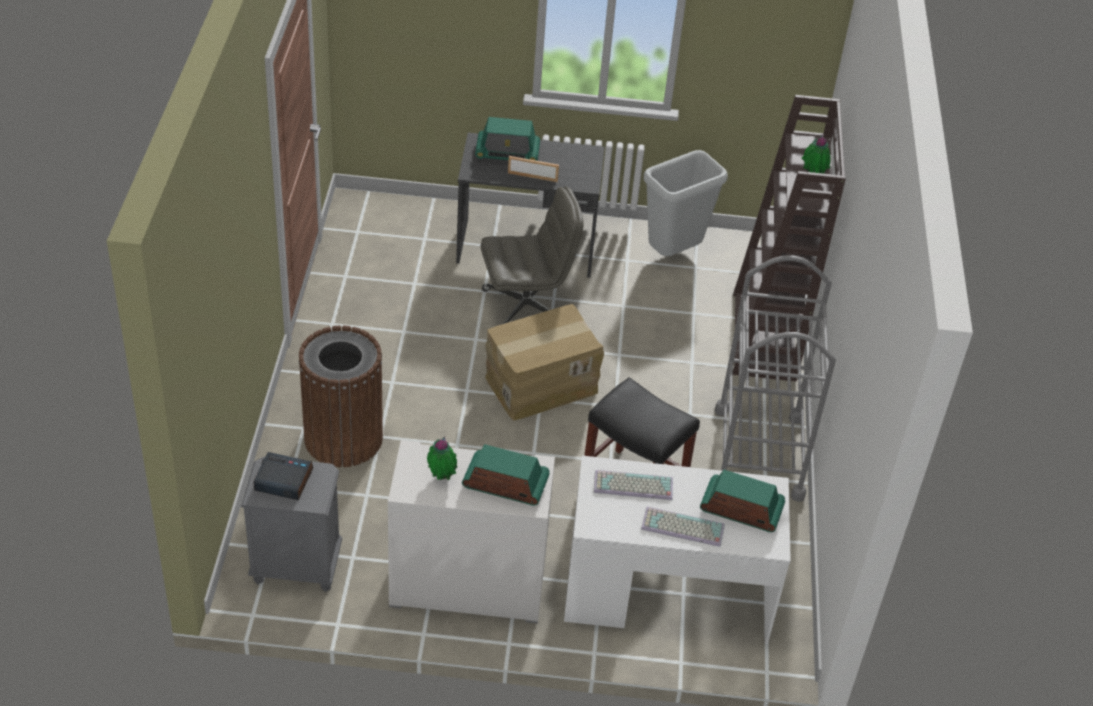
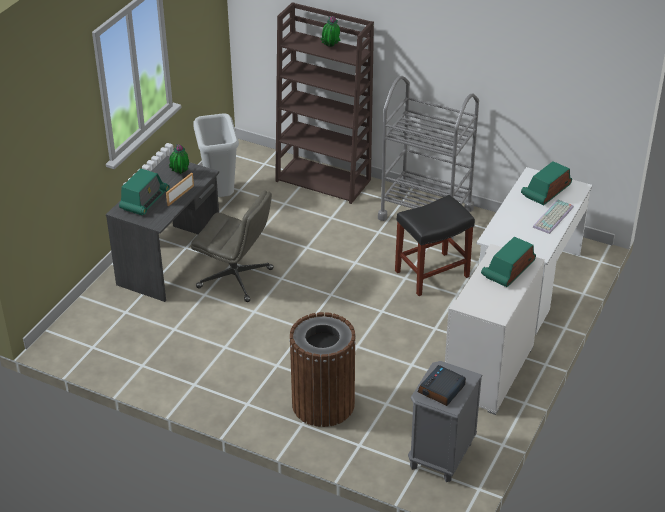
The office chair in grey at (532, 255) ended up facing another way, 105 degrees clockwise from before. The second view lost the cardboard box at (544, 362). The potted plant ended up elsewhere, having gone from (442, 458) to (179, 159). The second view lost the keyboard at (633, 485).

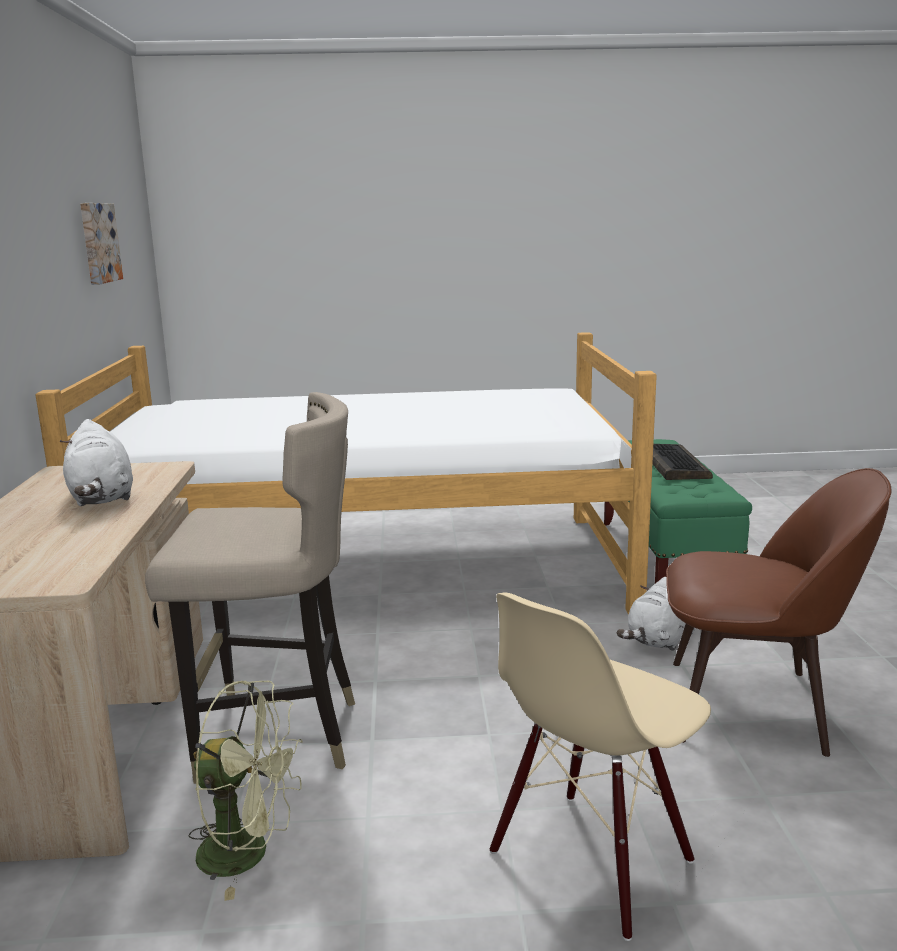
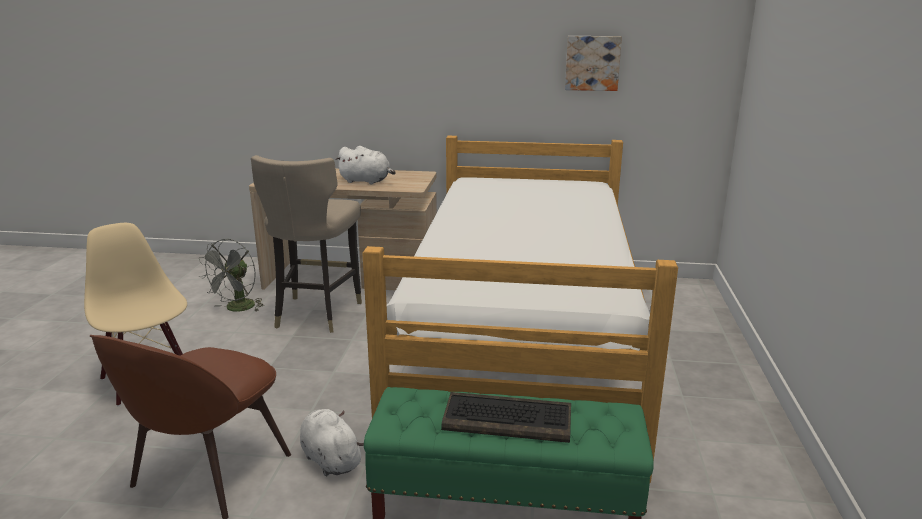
The plush toy in white at (96, 462) ended up facing another way, 150 degrees counterclockwise from before. What was the fan in green at (245, 791) turned into the fan in grey at (231, 275).

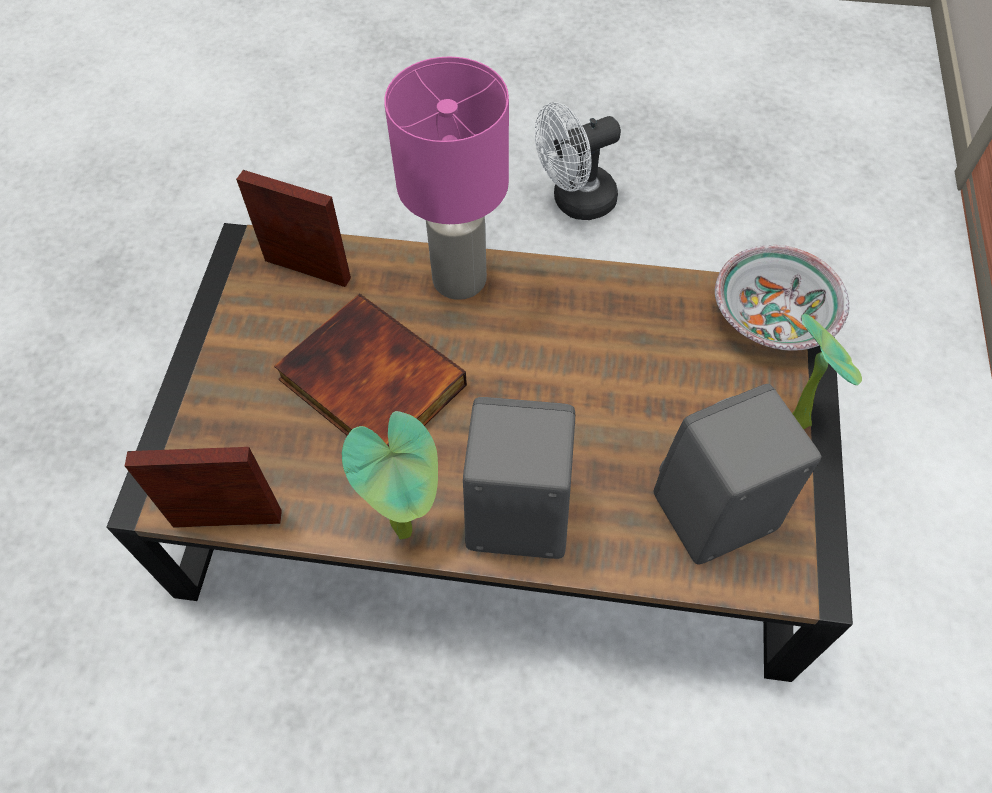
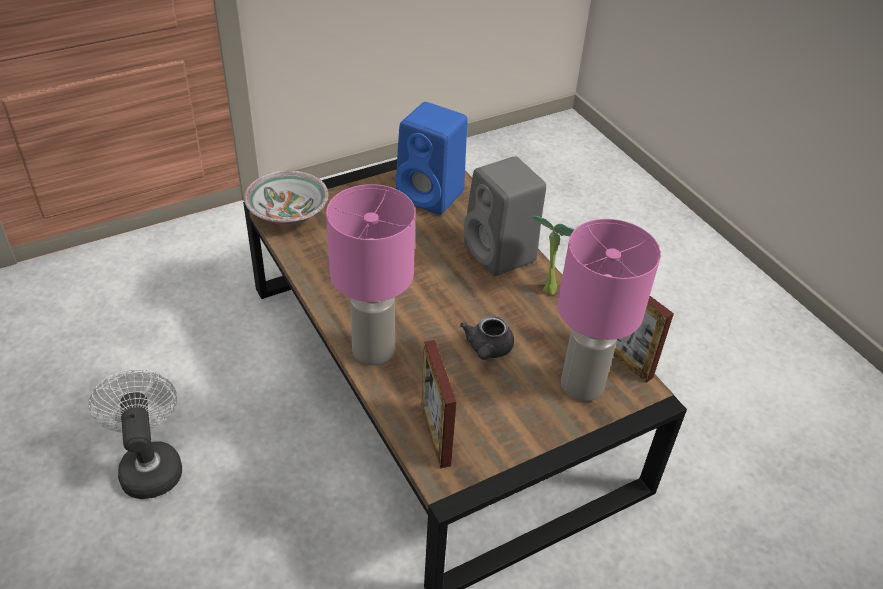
The fan in white at (578, 161) ended up facing another way, 135 degrees counterclockwise from before. Where the book stood at (370, 370), the teapot in grey came to stand at (487, 337). The second view lost the potted plant at (827, 371). What was the speaker in grey at (738, 474) turned into the speaker in blue at (431, 158). The second view gained the table lamp in pink at (609, 310).

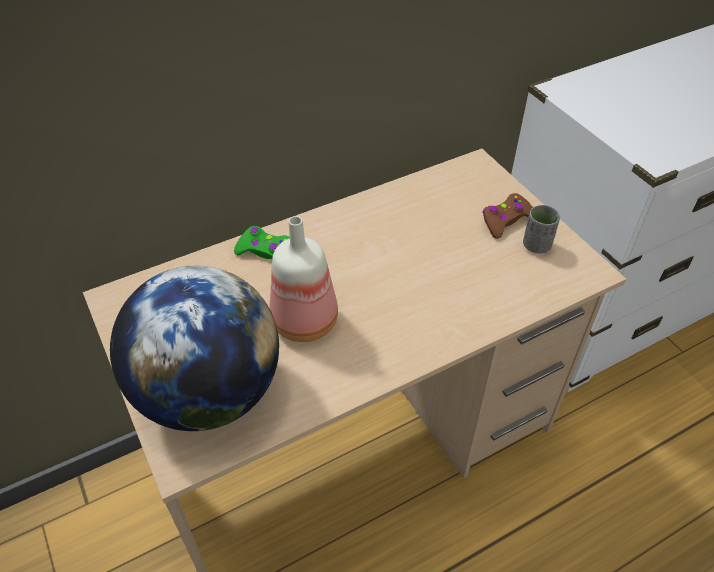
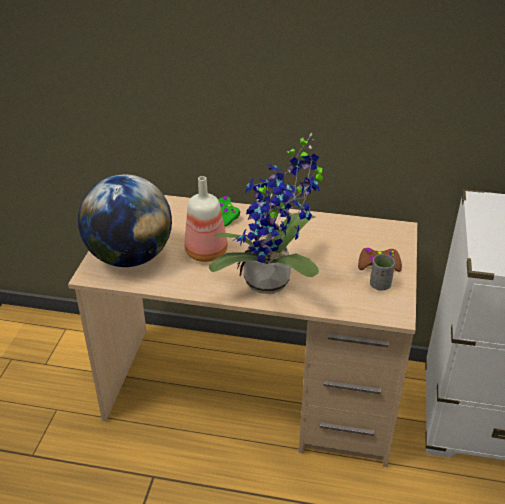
The second view gained the potted plant at (266, 213).

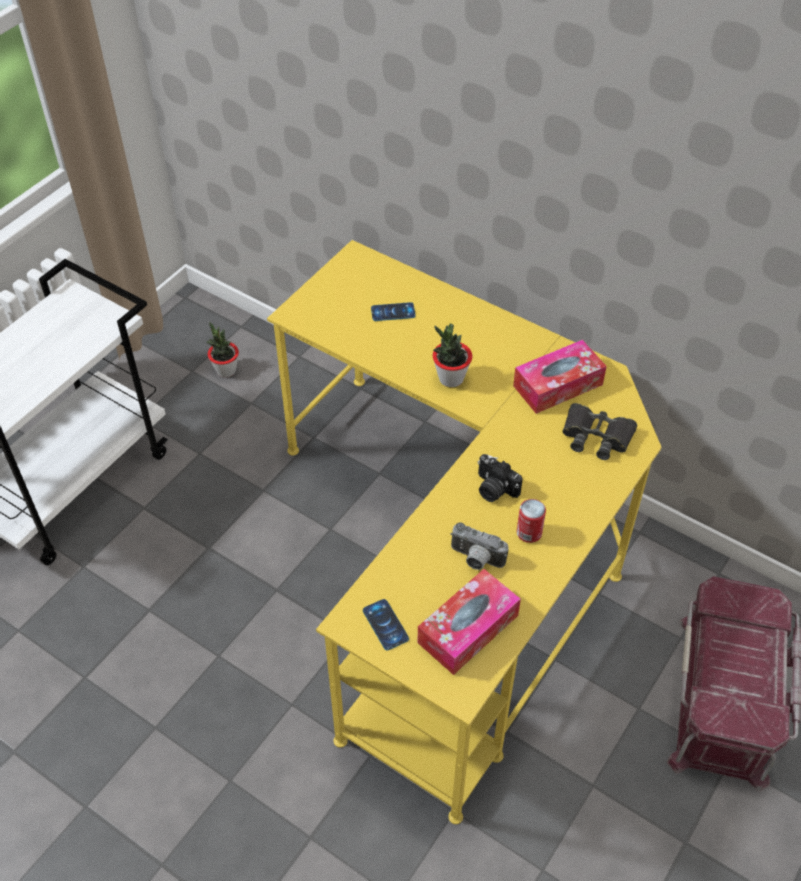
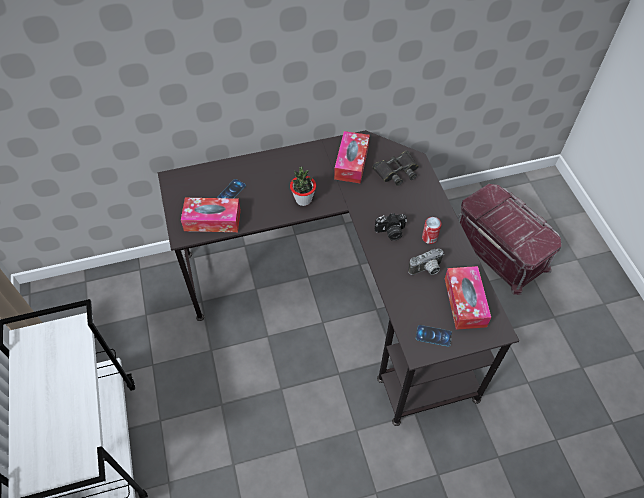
What was the desk in yellow at (464, 532) turned into the desk in black at (338, 278). The second view lost the potted plant at (222, 350). The second view gained the tissue box at (211, 215).

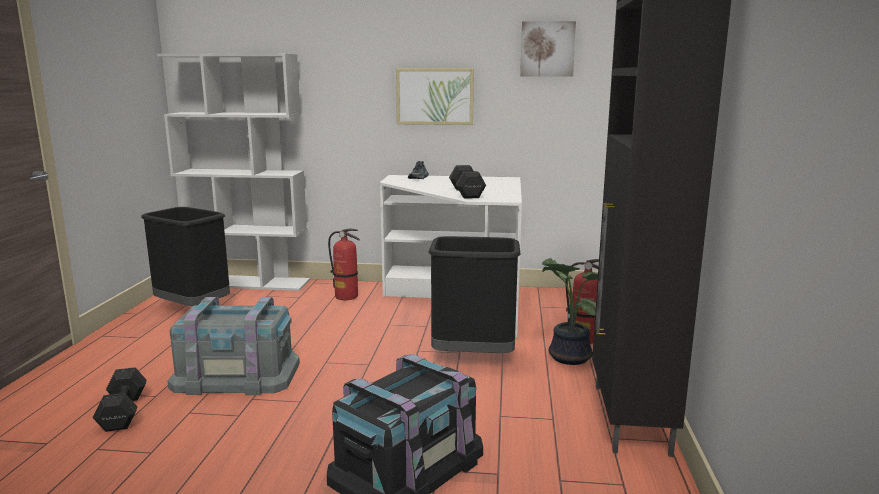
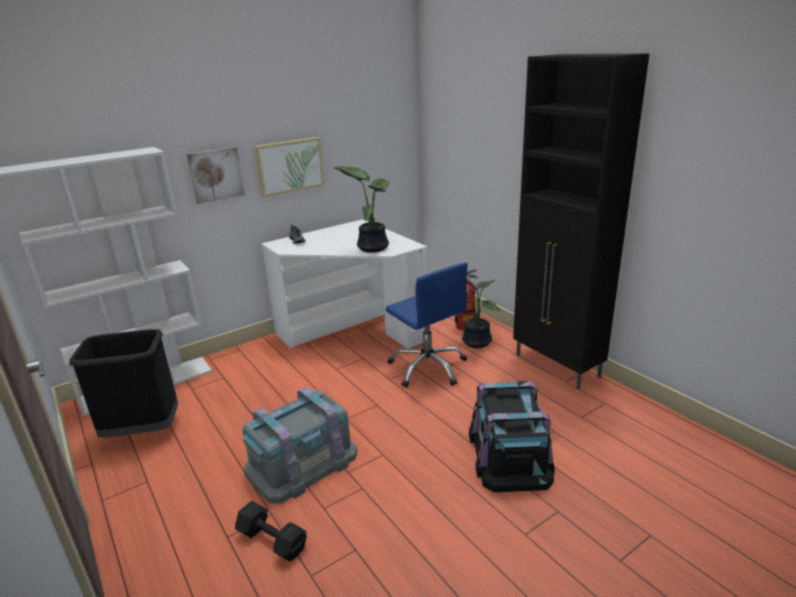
The picture ended up elsewhere, having gone from (548, 49) to (216, 175). Where the dumbbell in black stood at (467, 182), the potted plant came to stand at (362, 209). The second view lost the fire extinguisher at (344, 264). Where the trash can in black stood at (474, 294), the office chair in blue came to stand at (426, 325).

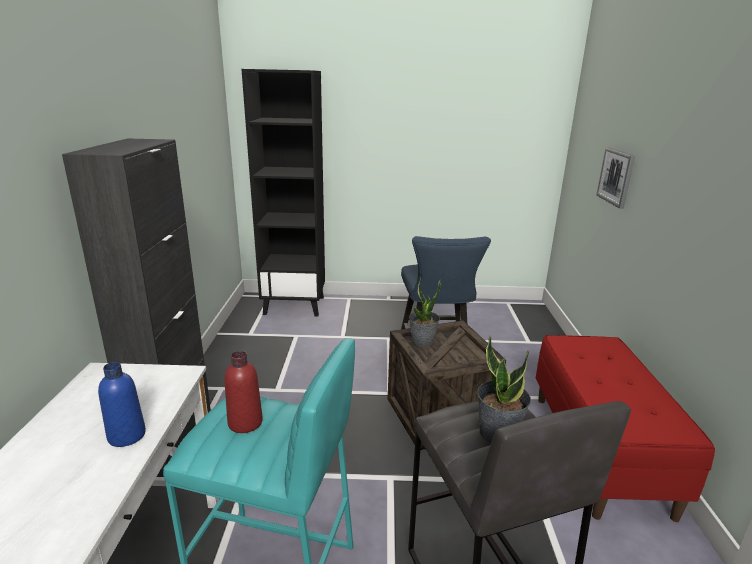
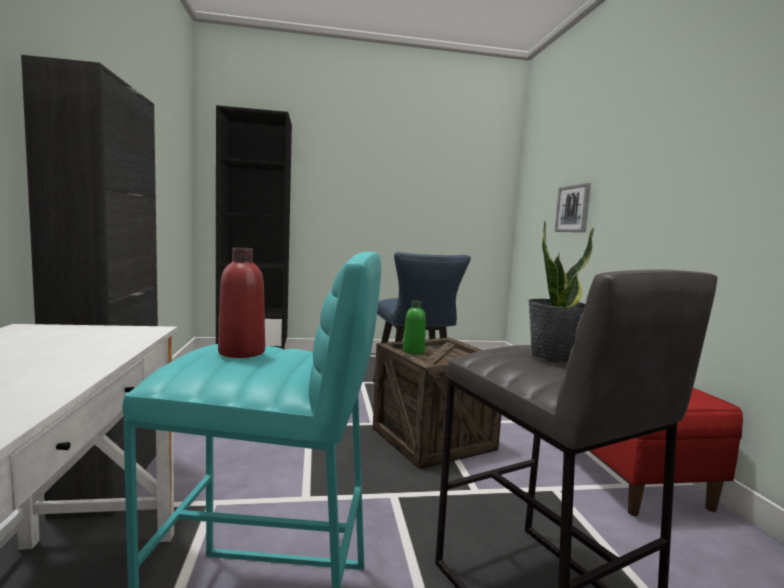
Where the potted plant stood at (425, 313), the bottle in green came to stand at (414, 327). The second view lost the bottle in blue at (122, 404).

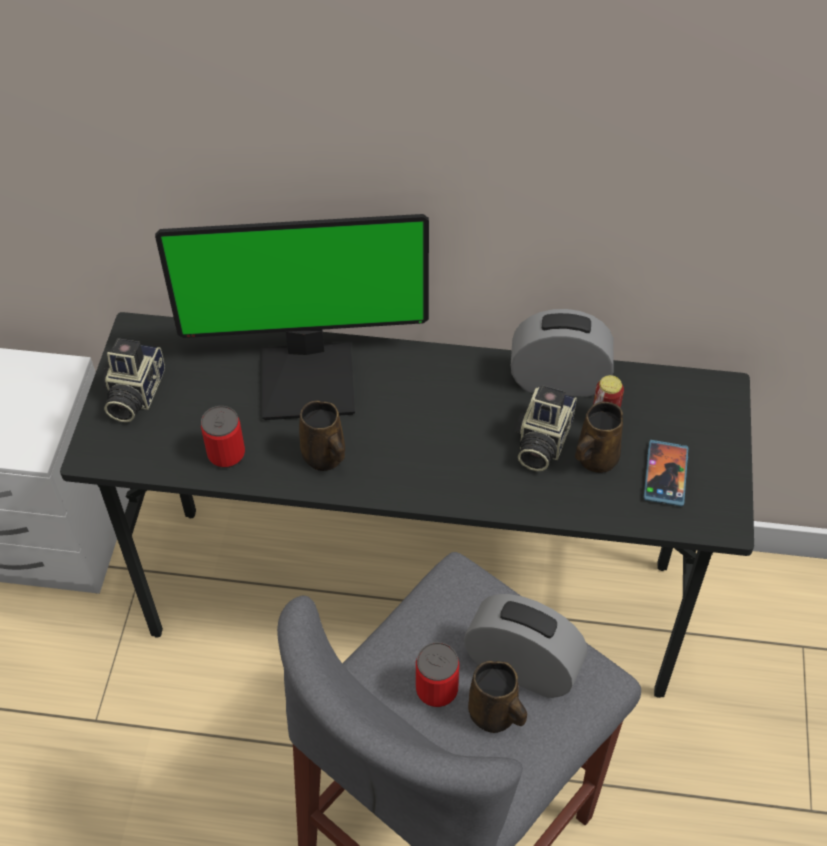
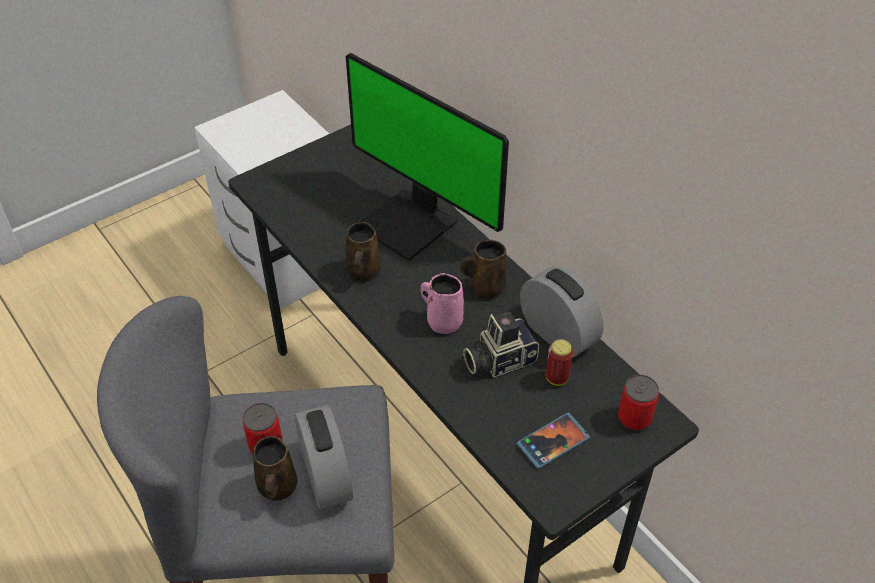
The second view lost the photo camera at (133, 380). The mug in brown ended up elsewhere, having gone from (599, 437) to (483, 269). The can ended up elsewhere, having gone from (223, 437) to (638, 403). The second view gained the mug in pink at (442, 303).

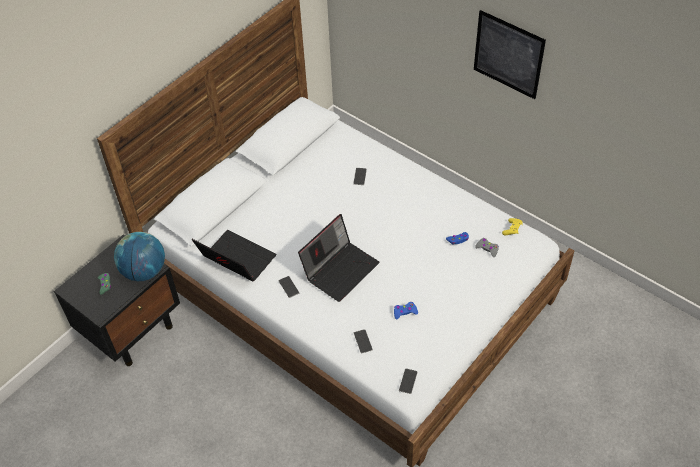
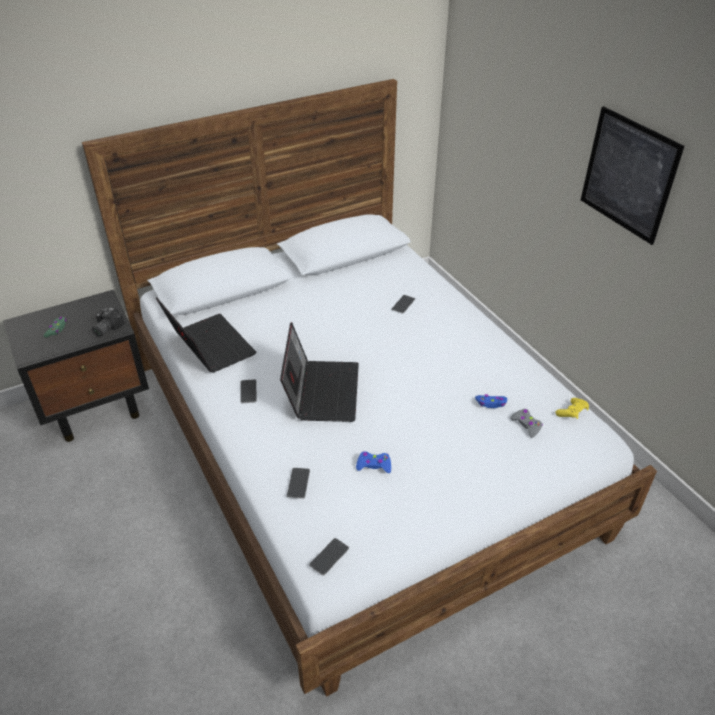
The laptop at (339, 258) ended up facing another way, 60 degrees counterclockwise from before. Where the globe stood at (139, 256), the photo camera came to stand at (108, 322).

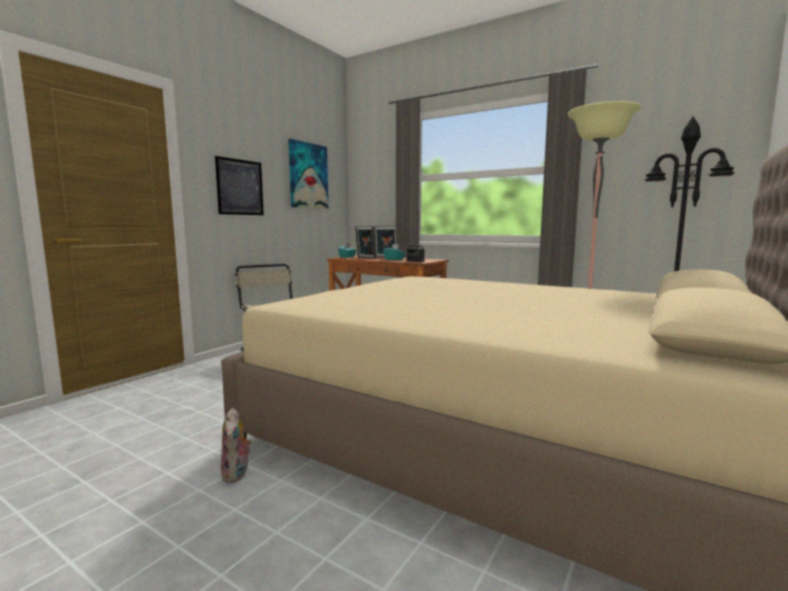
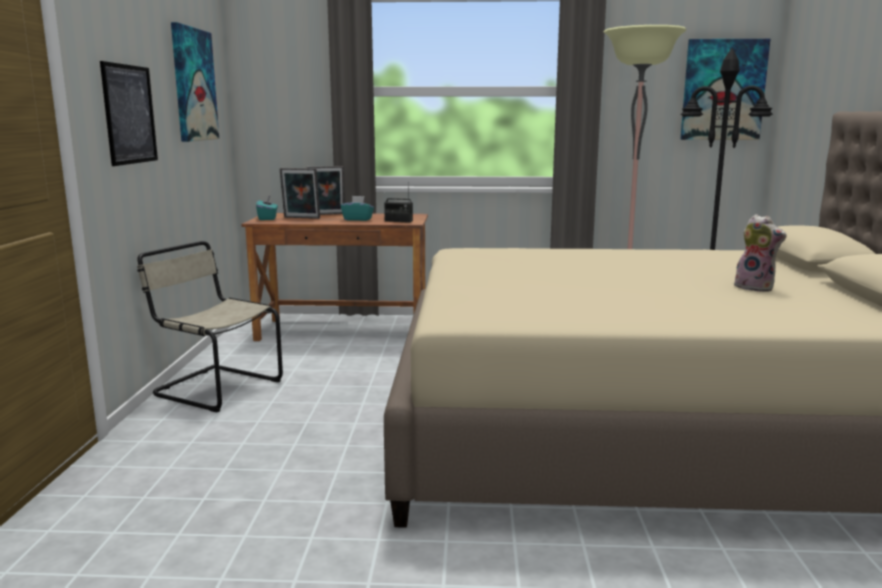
The plush toy ended up elsewhere, having gone from (236, 445) to (760, 253). The second view gained the picture at (725, 89).

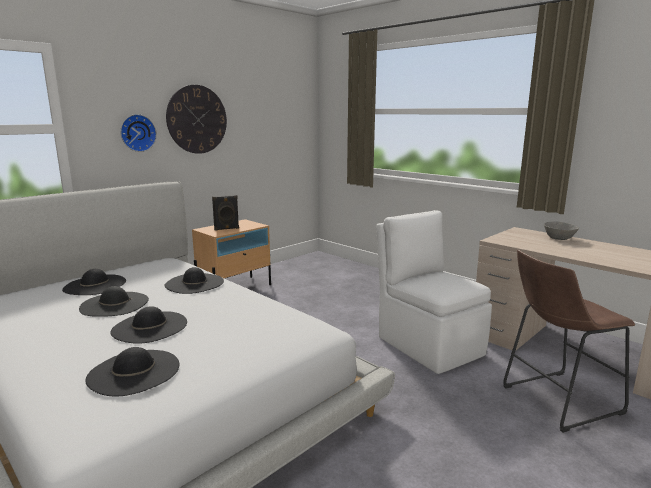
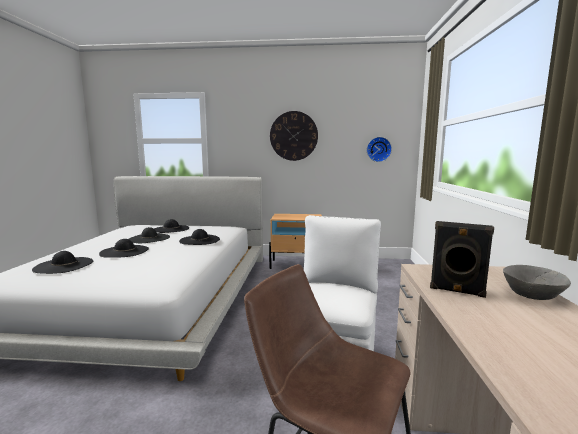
The wall clock ended up elsewhere, having gone from (138, 133) to (379, 149). The speaker in black ended up elsewhere, having gone from (225, 213) to (462, 259).

